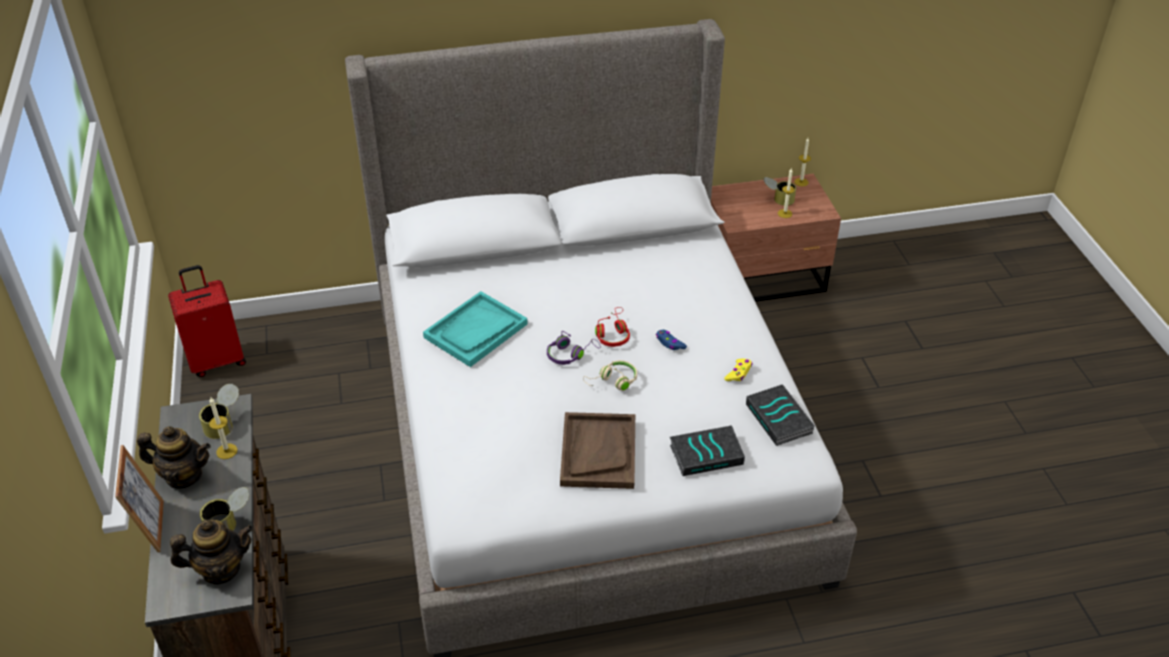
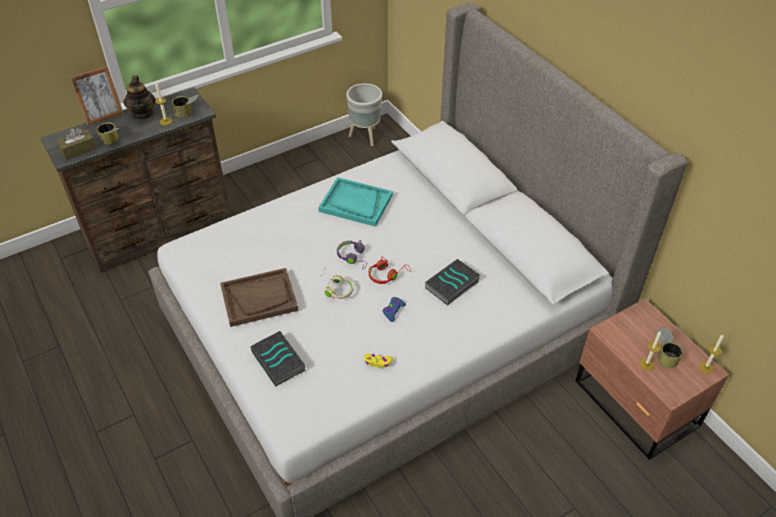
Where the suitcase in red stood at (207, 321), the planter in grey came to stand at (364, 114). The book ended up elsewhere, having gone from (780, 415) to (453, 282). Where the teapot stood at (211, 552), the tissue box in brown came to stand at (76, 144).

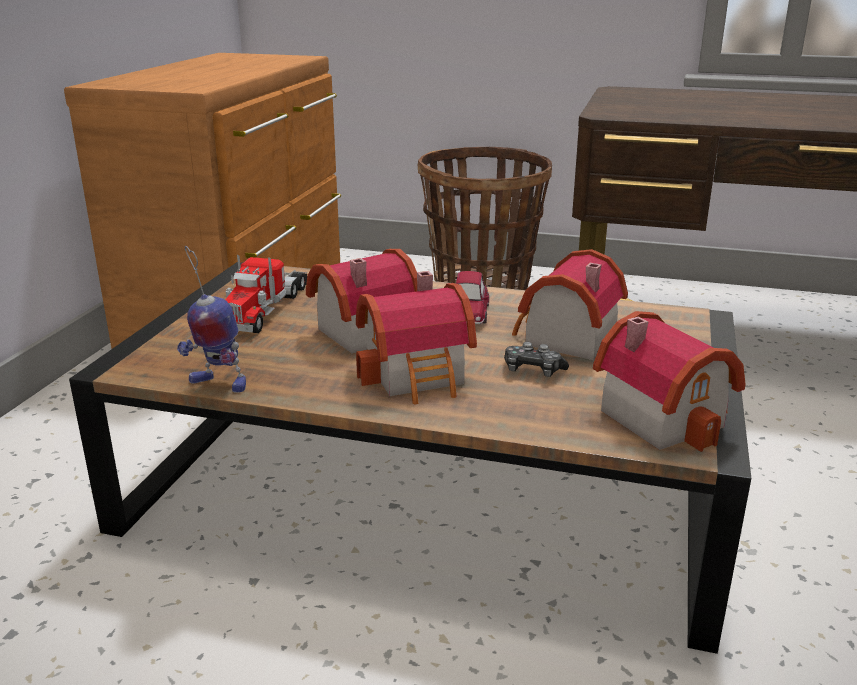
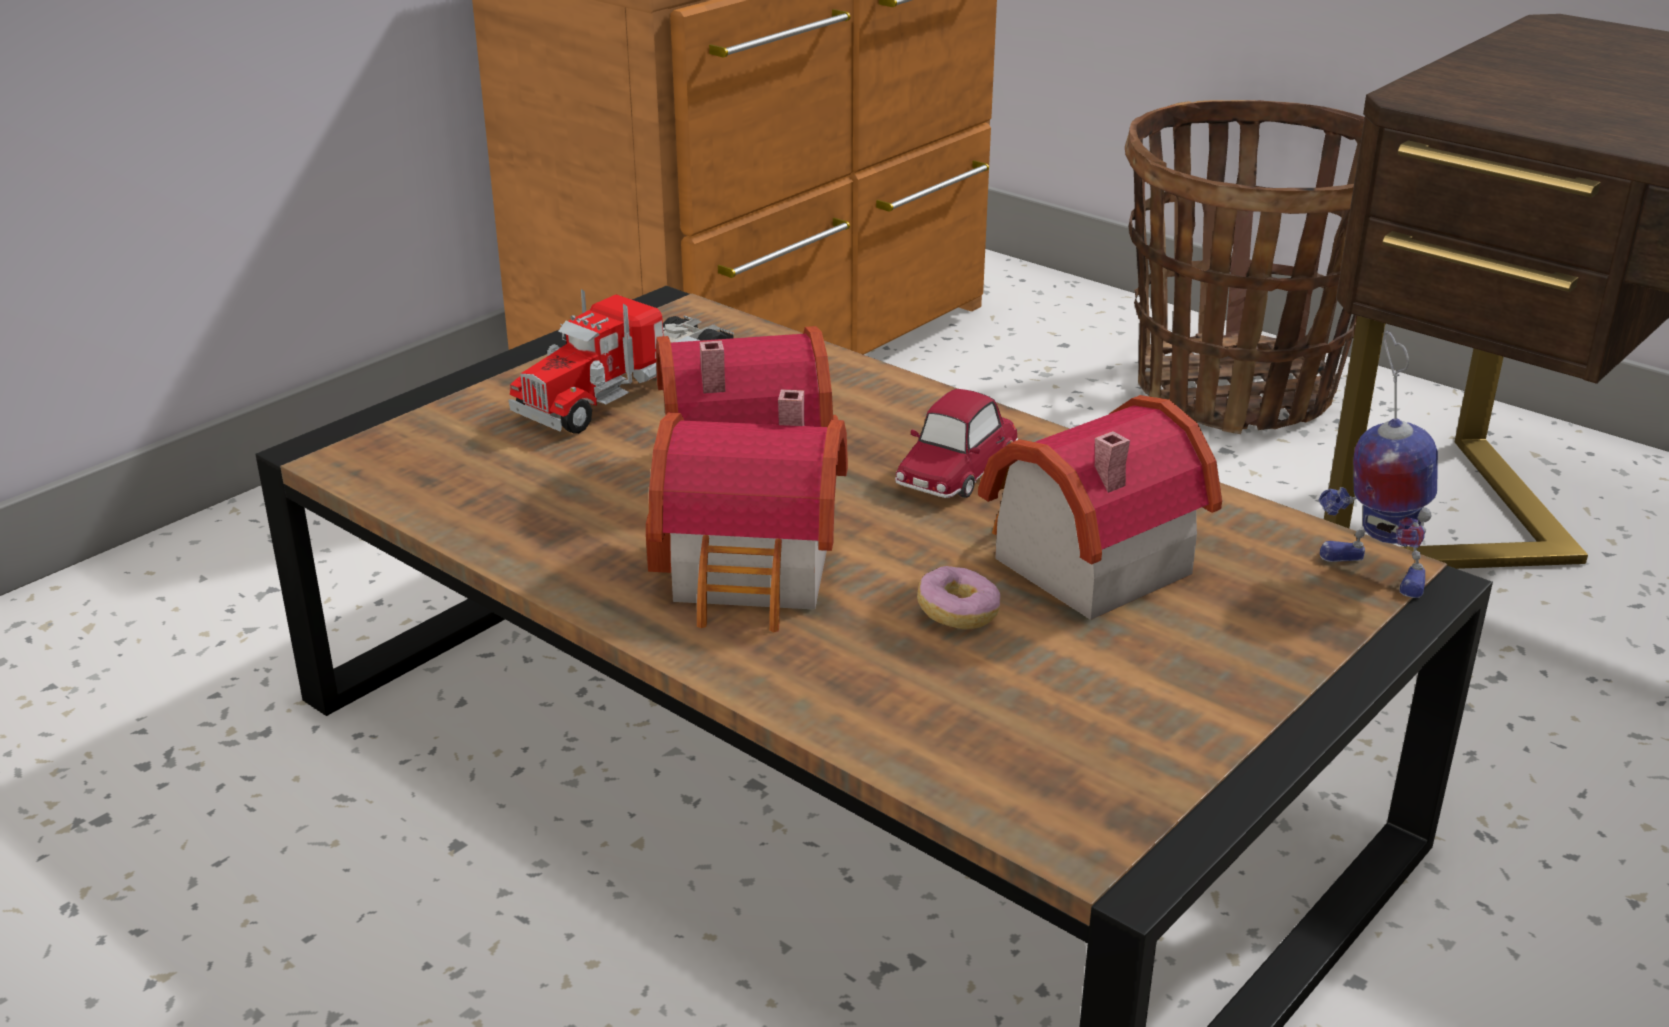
The toy robot ended up elsewhere, having gone from (211, 319) to (1378, 464). The second view lost the toy house at (669, 381). Where the game controller stood at (536, 359), the donut came to stand at (958, 597).

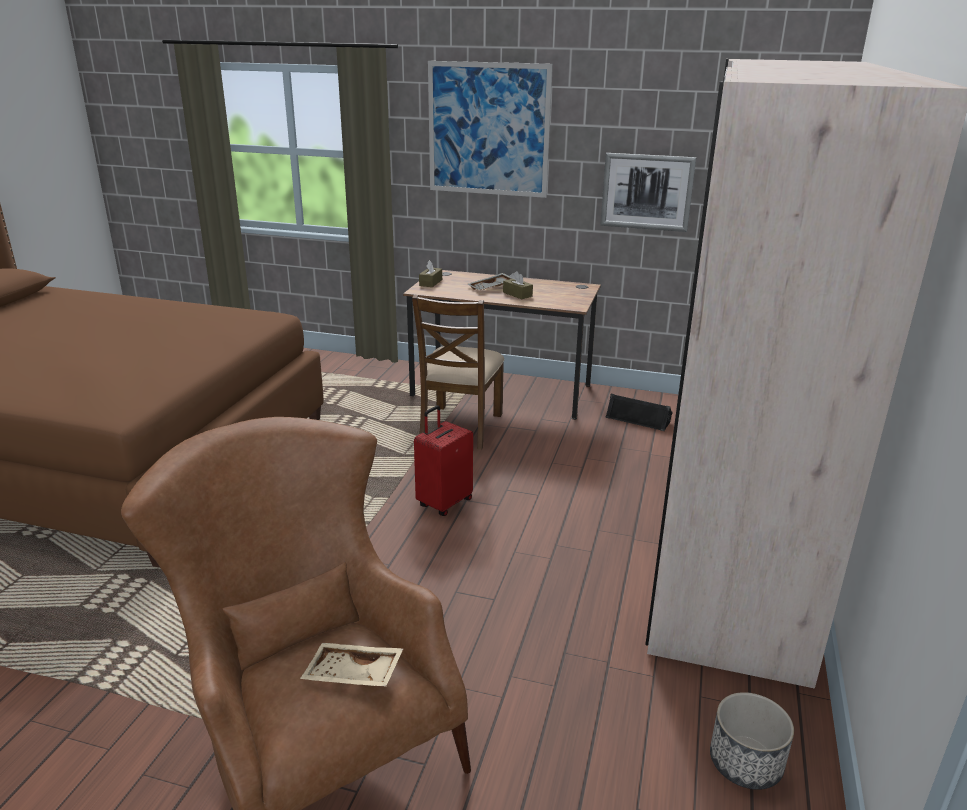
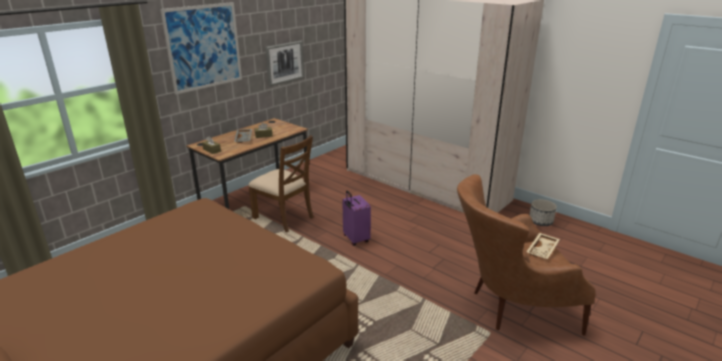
The second view lost the speaker in black at (639, 412). What was the suitcase in red at (443, 461) turned into the suitcase in purple at (356, 218).

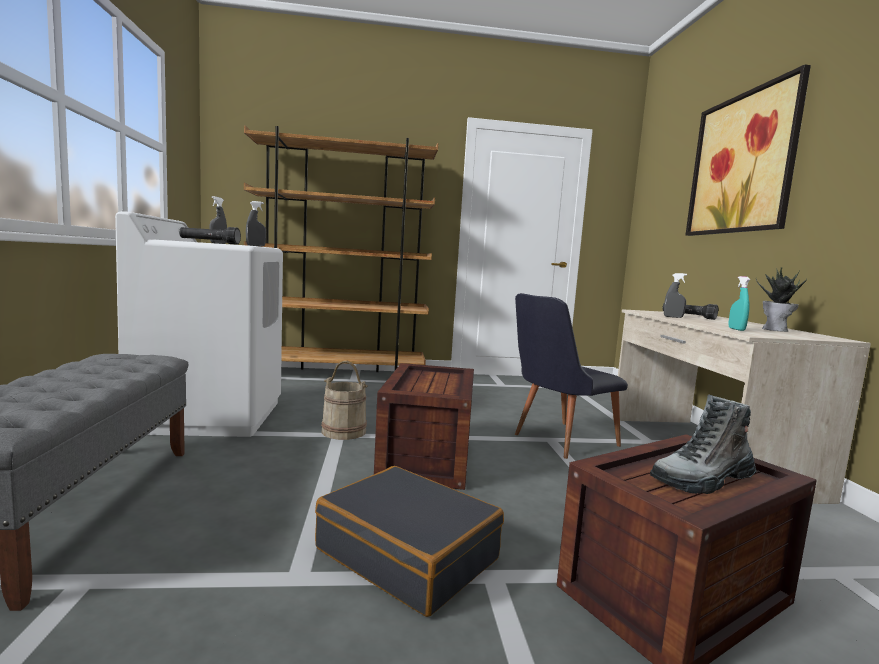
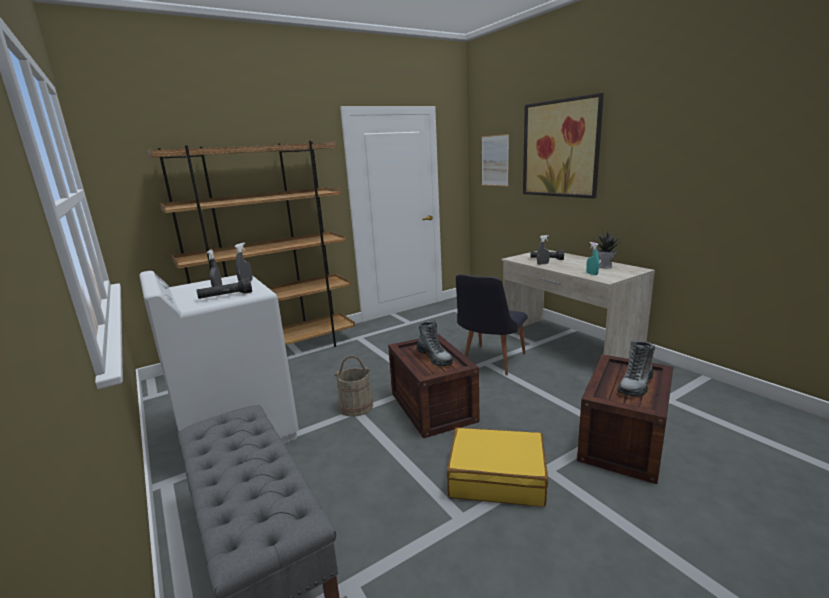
What was the suitcase in black at (409, 541) turned into the suitcase in yellow at (497, 467). The second view gained the picture at (495, 160). The second view gained the boot at (434, 343).

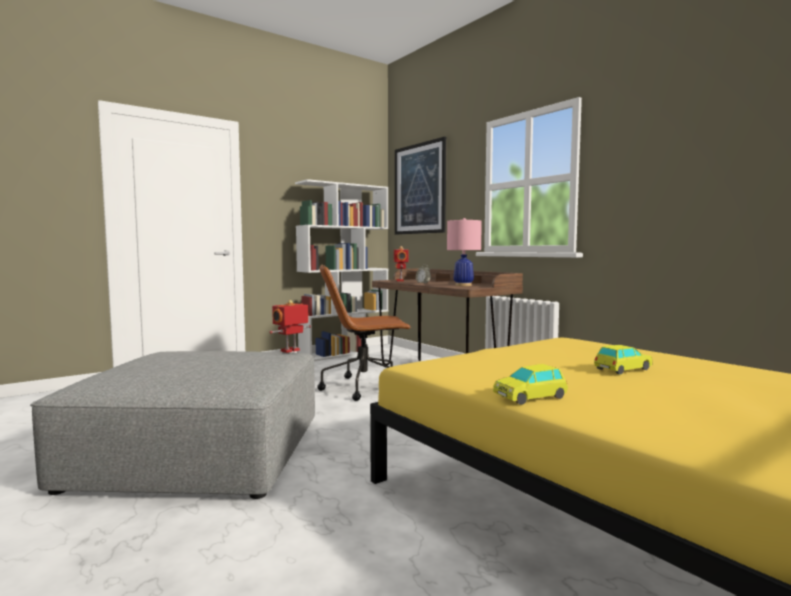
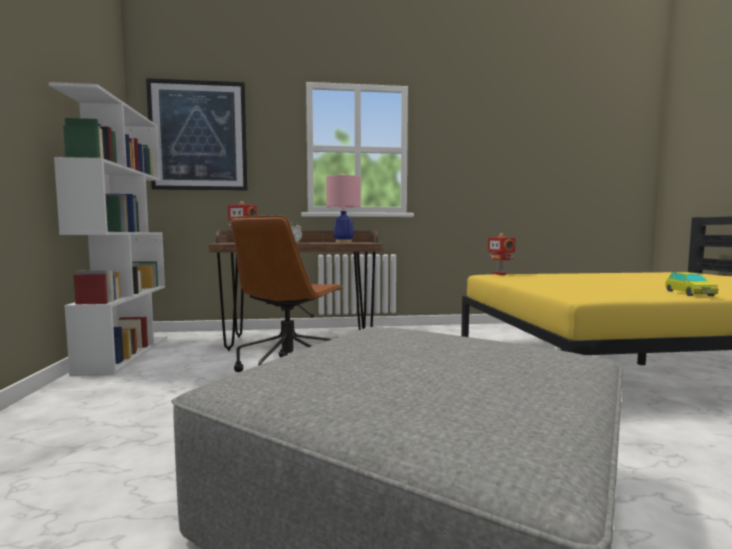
The toy robot ended up elsewhere, having gone from (290, 326) to (501, 254). The second view lost the toy car at (623, 360).

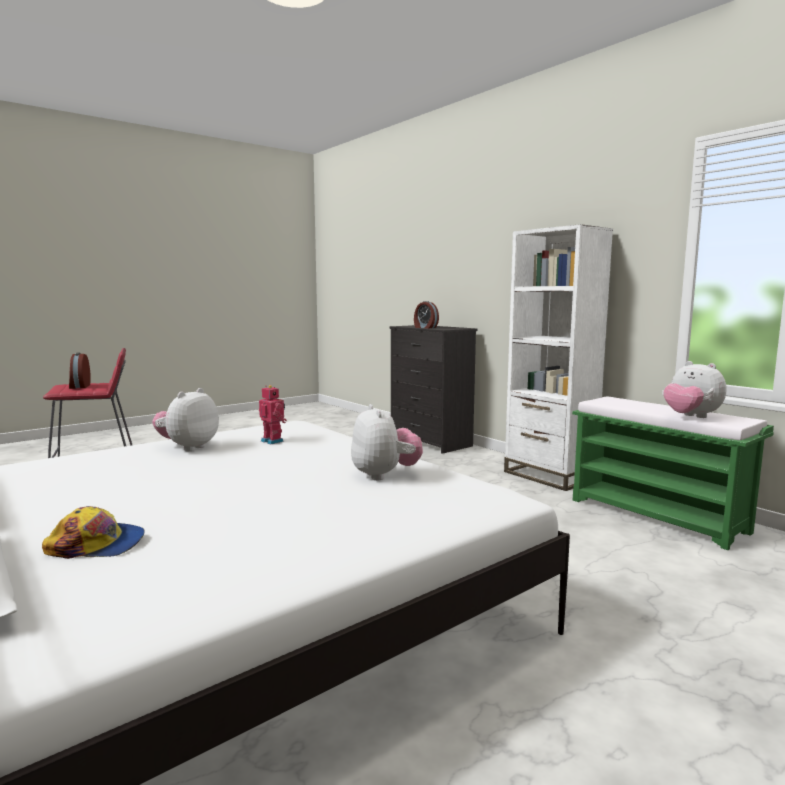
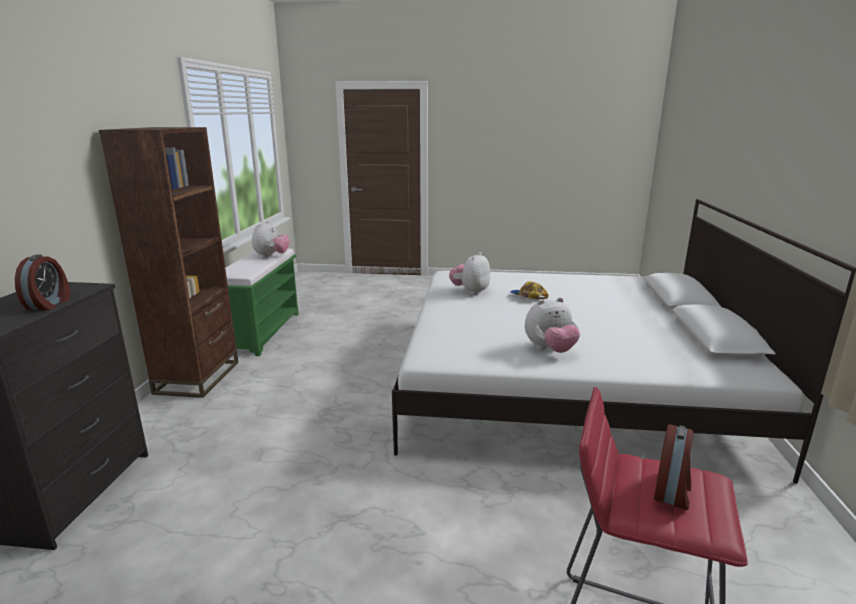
What was the bookcase in white at (558, 357) turned into the bookcase in brown at (168, 262). The second view lost the toy robot at (273, 414). The cap ended up elsewhere, having gone from (93, 532) to (529, 290).

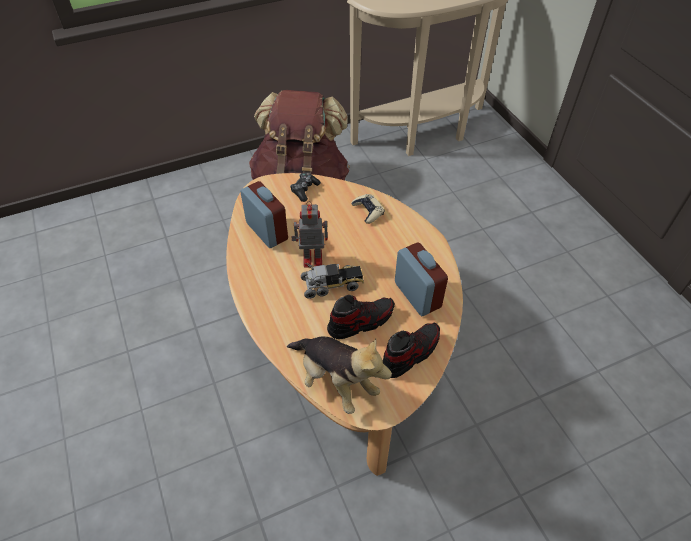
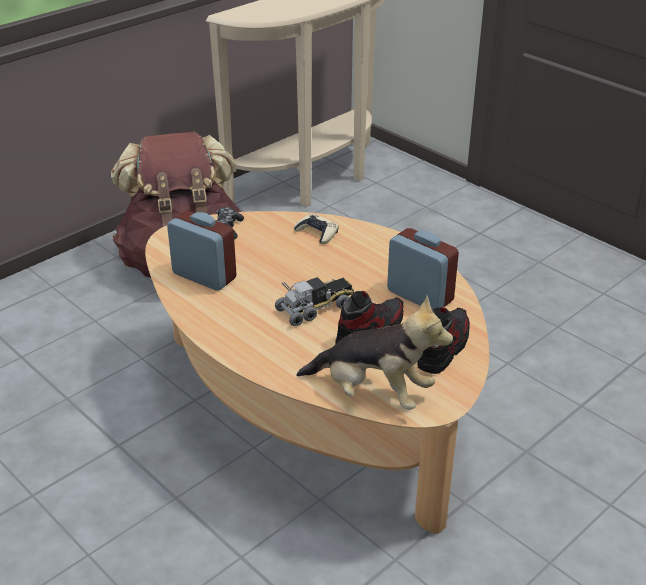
The second view lost the toy robot at (309, 234).

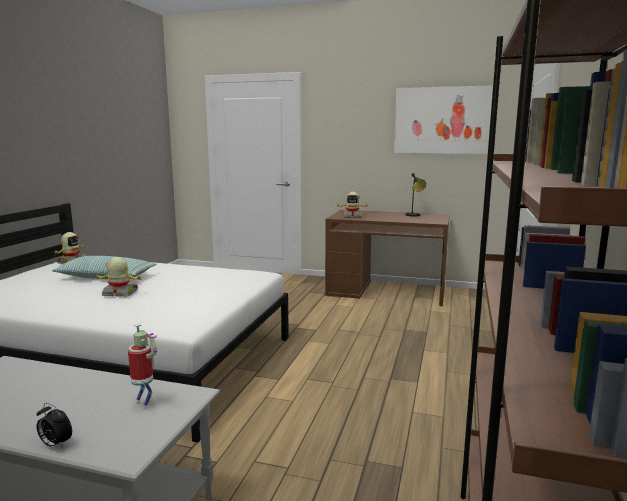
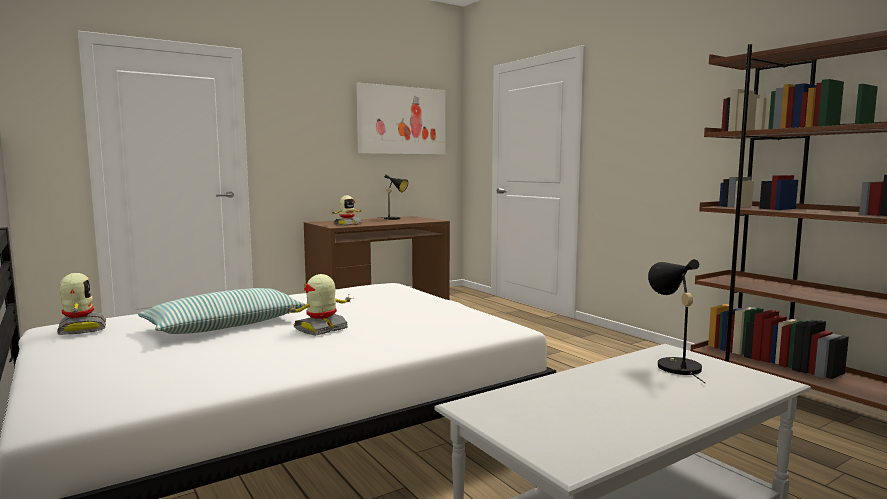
Where the toy robot stood at (142, 367), the table lamp in black came to stand at (676, 321). The second view lost the alarm clock at (54, 426).

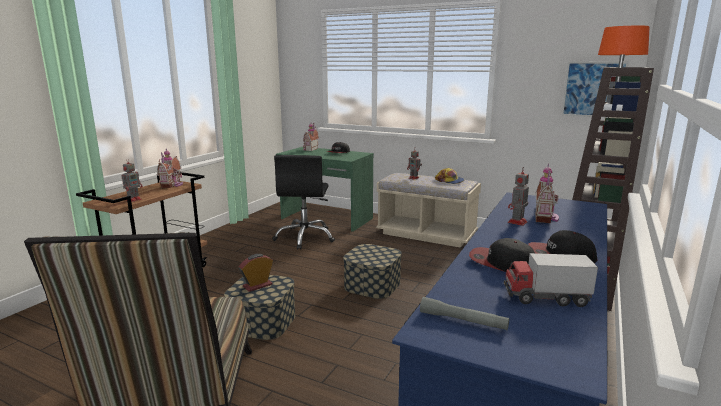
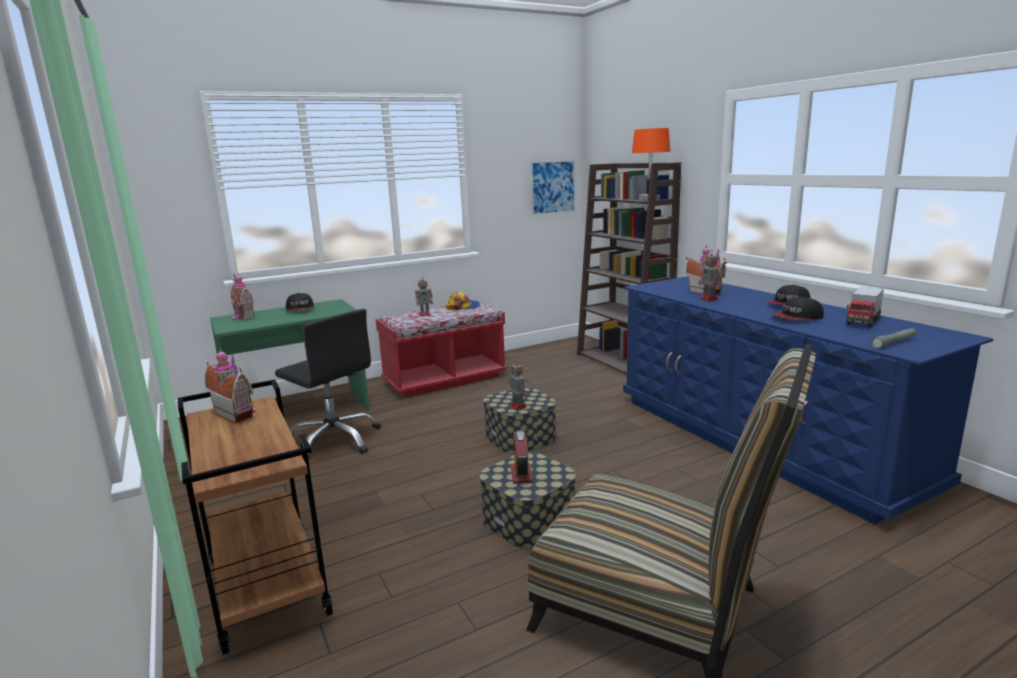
The toy robot ended up elsewhere, having gone from (131, 181) to (518, 384). What was the bench in beige at (428, 210) turned into the bench in red at (441, 349).

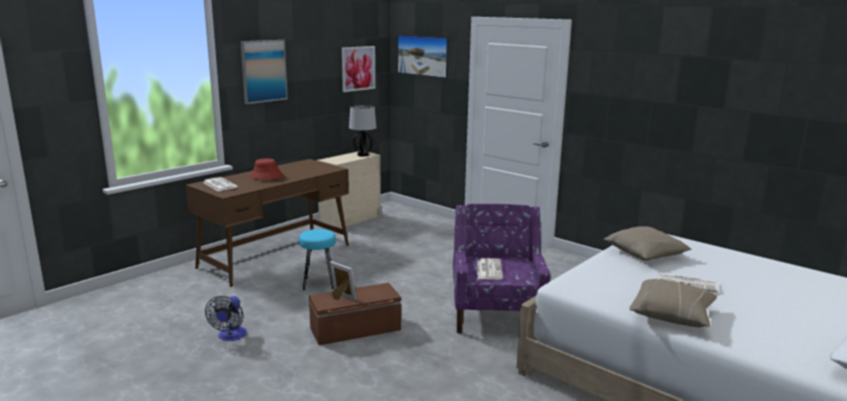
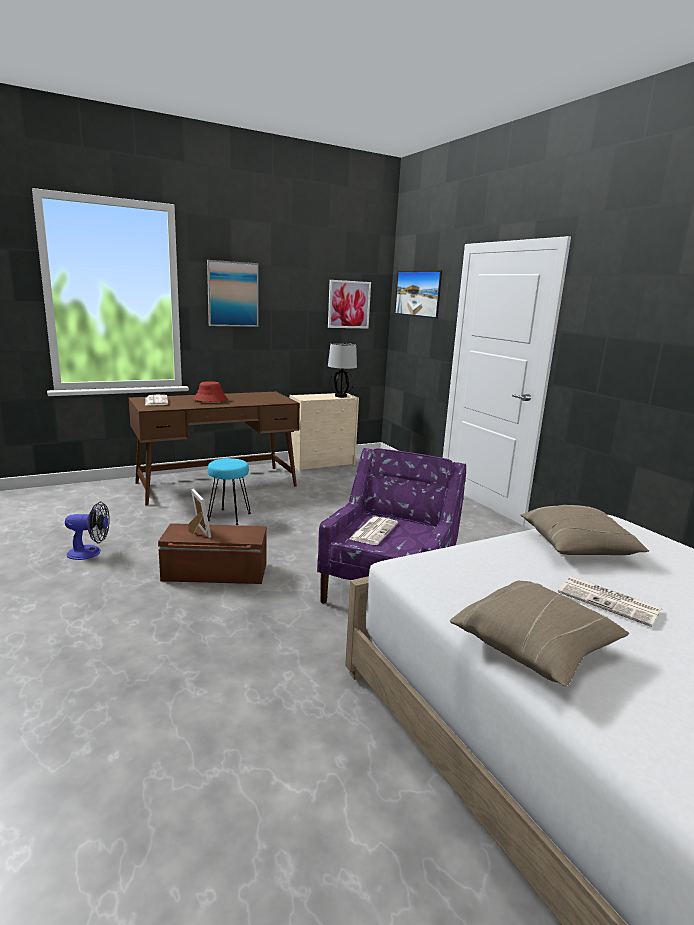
The fan at (226, 318) ended up facing another way, 120 degrees counterclockwise from before.

